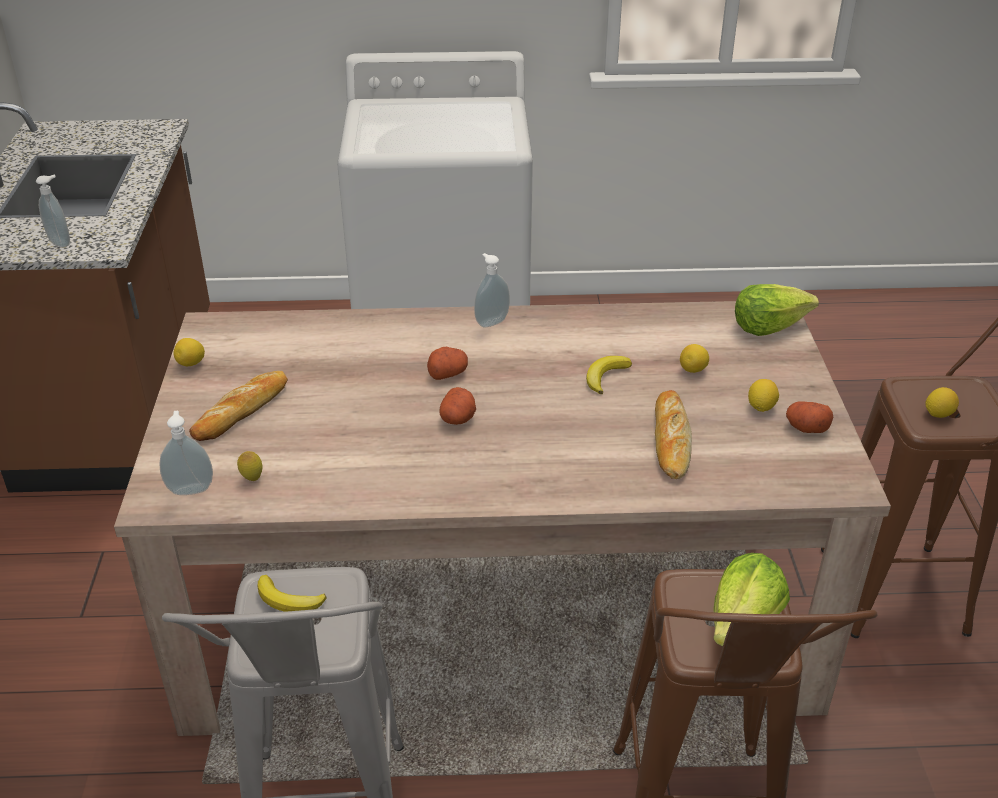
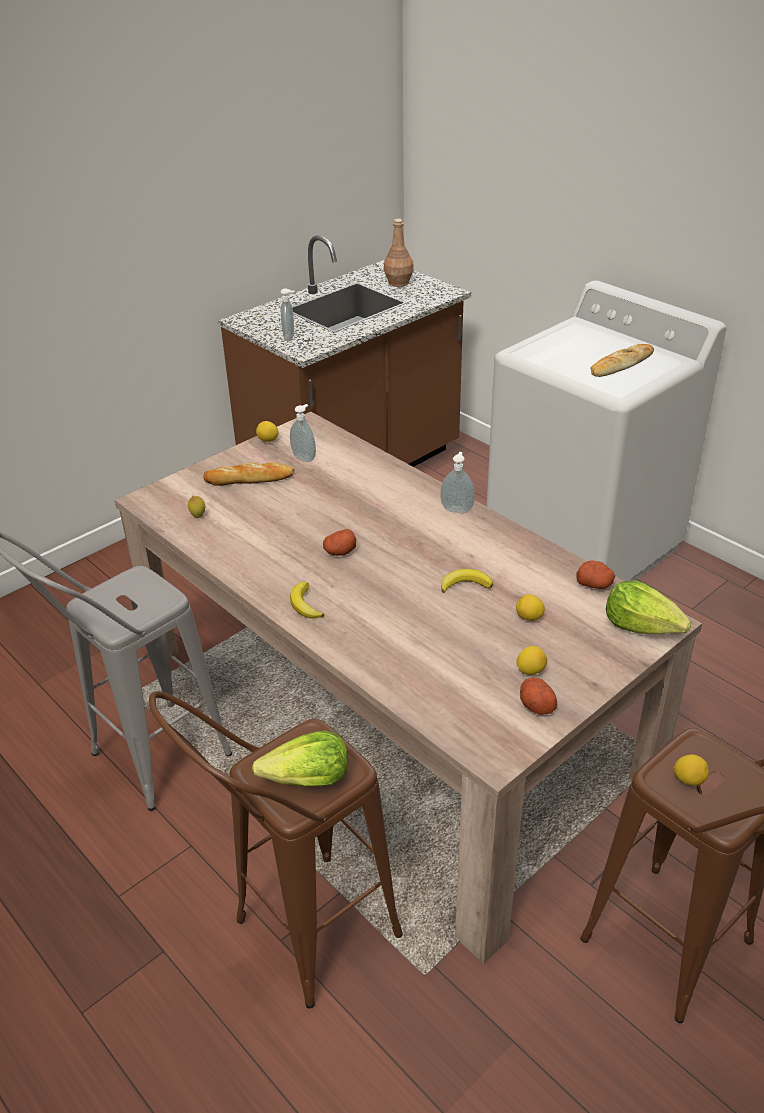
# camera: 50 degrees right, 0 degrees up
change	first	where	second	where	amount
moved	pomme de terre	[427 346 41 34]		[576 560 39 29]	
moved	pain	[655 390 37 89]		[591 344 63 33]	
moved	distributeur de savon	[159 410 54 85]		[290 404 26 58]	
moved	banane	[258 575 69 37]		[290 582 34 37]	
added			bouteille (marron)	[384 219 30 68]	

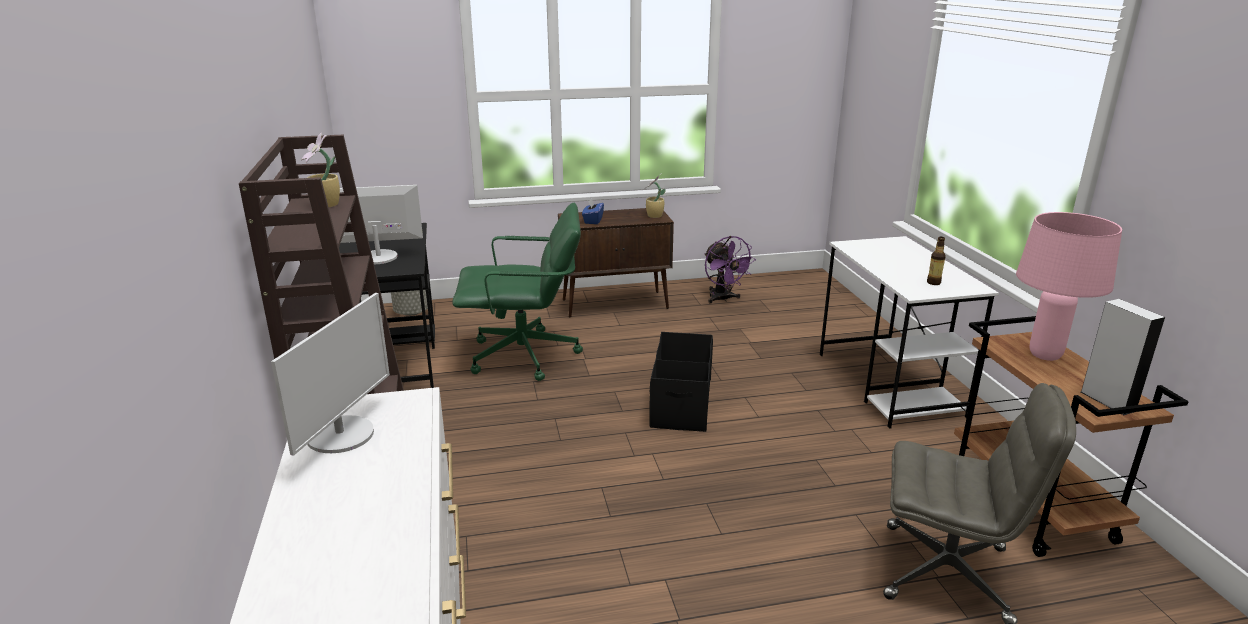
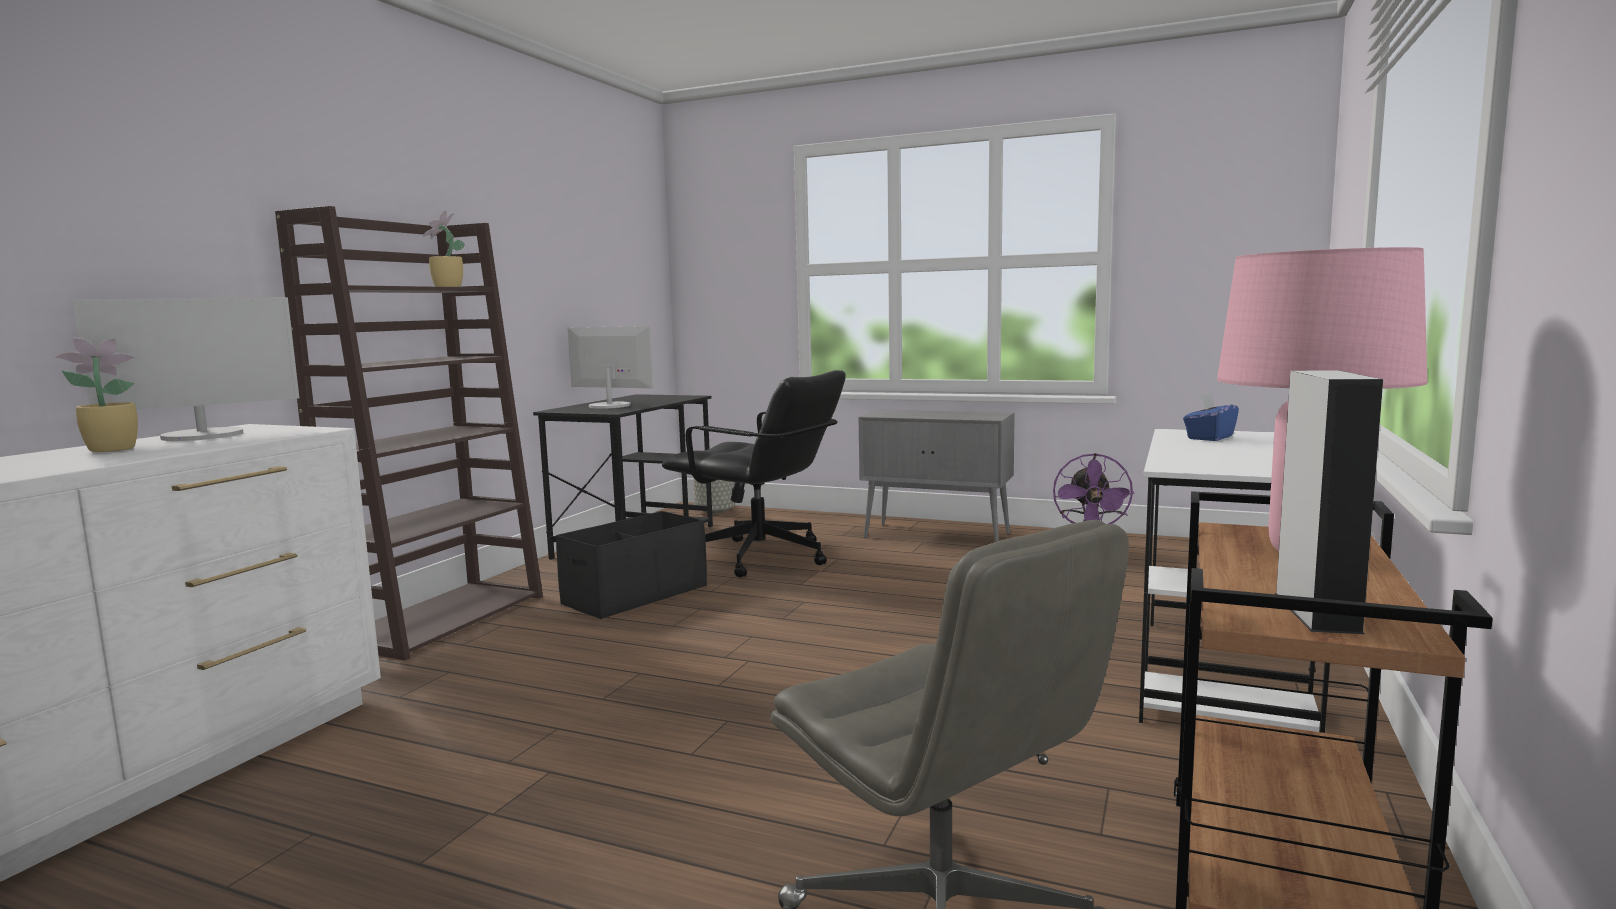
# camera: 35 degrees right, 15 degrees down
change	first	where	second	where	amount
moved	plante en pot	[644 173 22 45]		[55 338 83 114]	
moved	boîte à mouchoirs (bleu)	[582 198 22 26]		[1183 393 56 48]	
recoloured	chaise de bureau (vert)	[452 203 131 178]	chaise de bureau (noir)	[662 370 184 207]	
recoloured	meuble de rangement (marron)	[558 208 116 110]	meuble de rangement (gris)	[859 410 156 132]	
removed	bouteille	[927 237 19 48]			
moved	boîte de rangement (noir)	[650 332 63 100]		[556 511 151 108]	

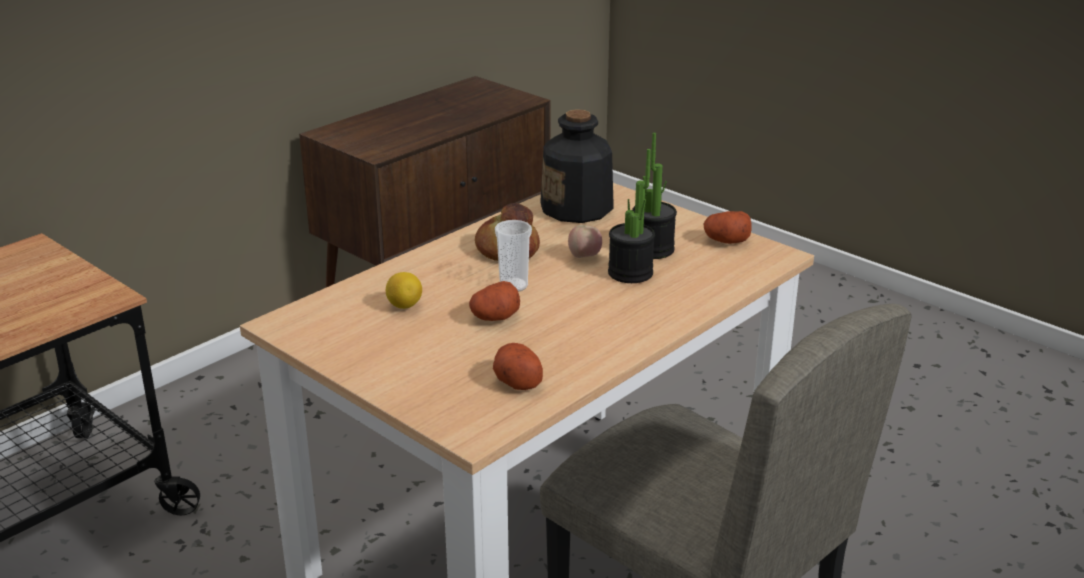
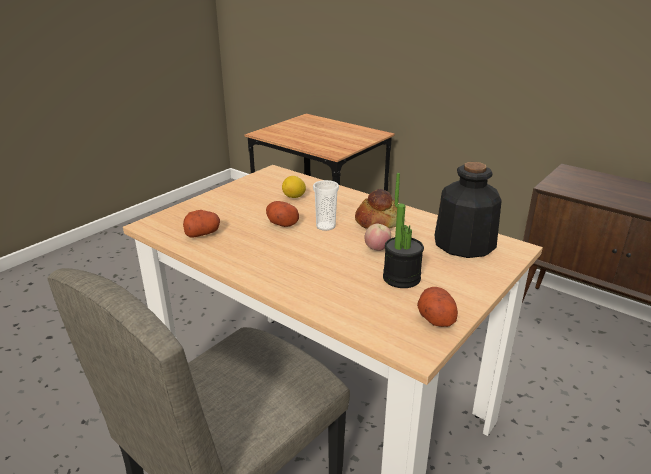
# camera: 85 degrees right, 0 degrees up
change	first	where	second	where	amount
removed	plante en pot	[608 149 47 134]			

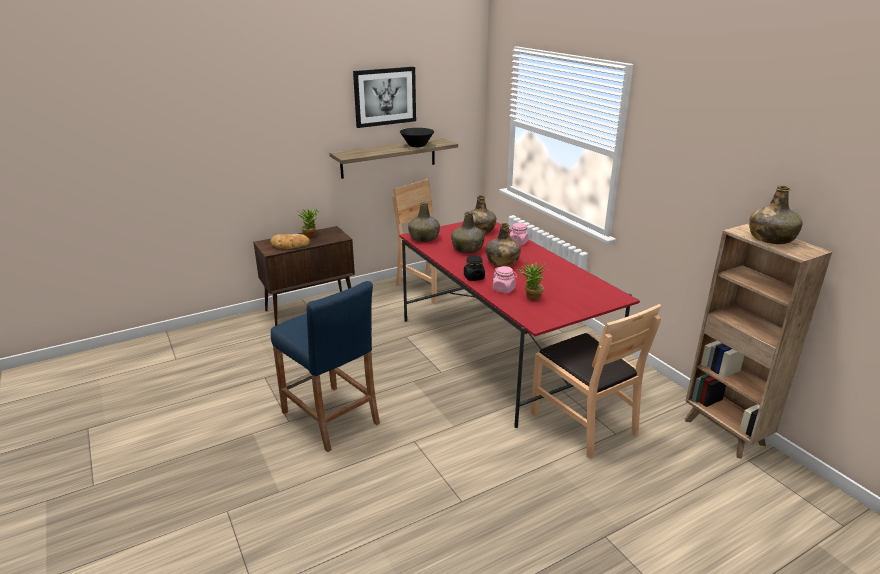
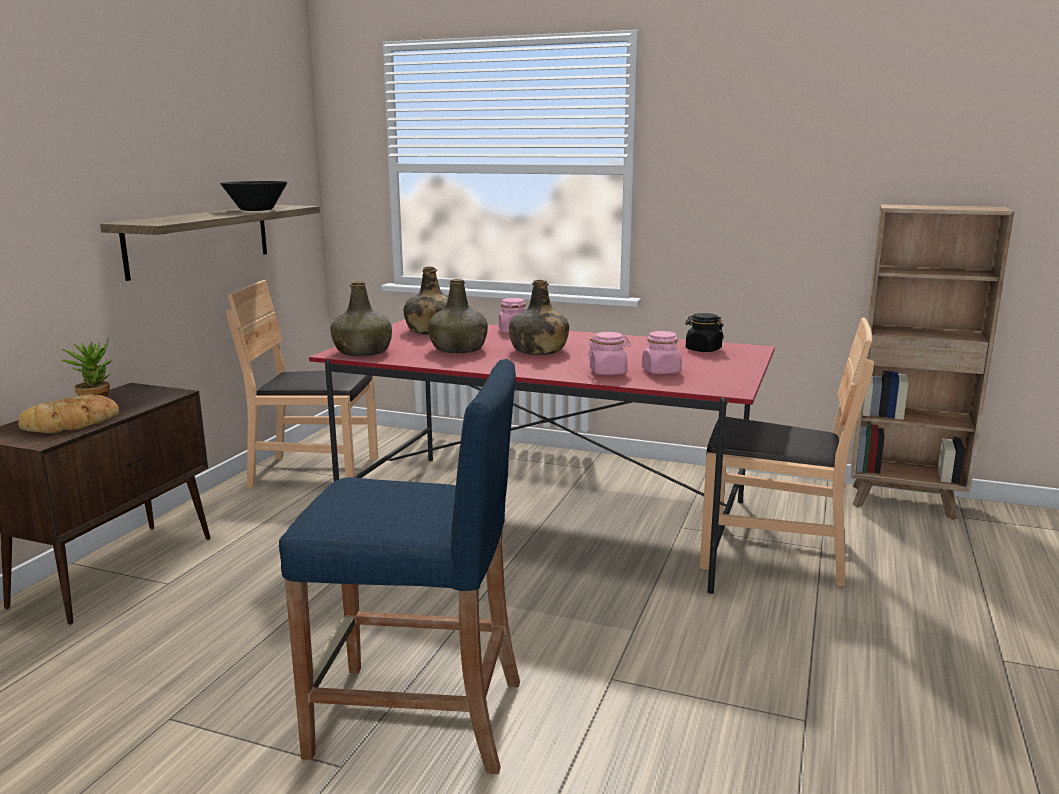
# camera: 40 degrees left, 10 degrees down
change	first	where	second	where	amount
removed	tableau	[353 67 63 61]			
removed	bouteille (vert)	[749 186 54 58]			
moved	bocal (noir)	[464 255 21 26]		[685 313 39 39]	
replaced	plante en pot	[518 260 29 41]	bocal (rose)	[642 331 40 43]	

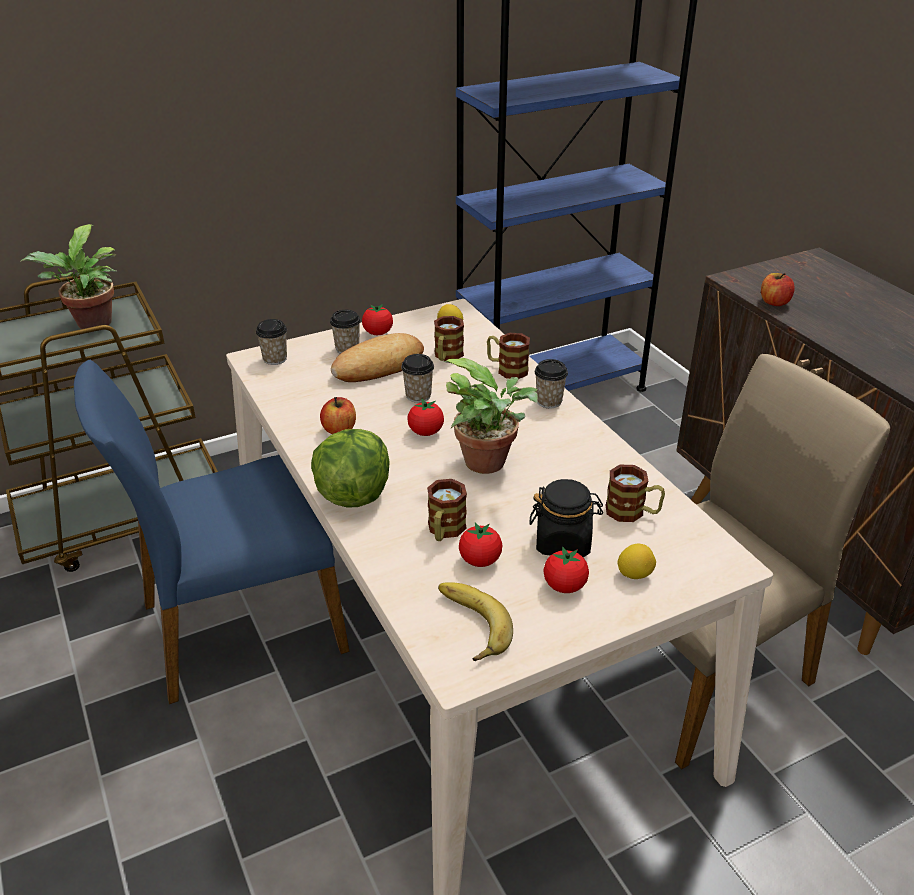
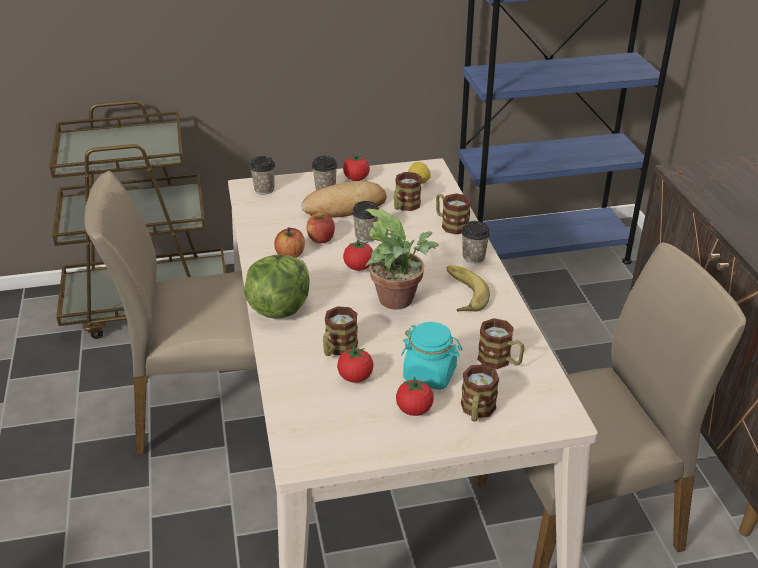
# camera: 15 degrees right, 0 degrees up
change	first	where	second	where	amount
removed	plante en pot	[20 224 98 105]			
moved	pomme	[761 273 34 33]		[306 213 29 30]	
recoloured	chaise (bleu)	[74 360 276 344]	chaise (beige)	[85 171 172 284]	
recoloured	bocal (noir)	[529 479 74 78]	bocal (turquoise)	[401 322 61 68]	
replaced	citron	[617 544 39 35]	mug	[461 364 38 58]	
moved	banane	[438 582 75 79]		[446 265 44 47]	

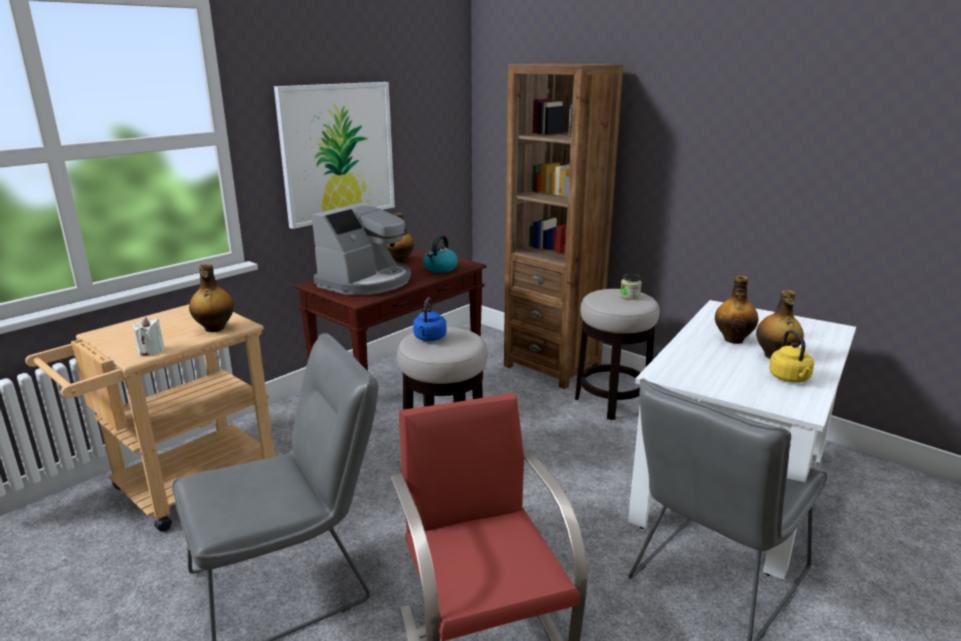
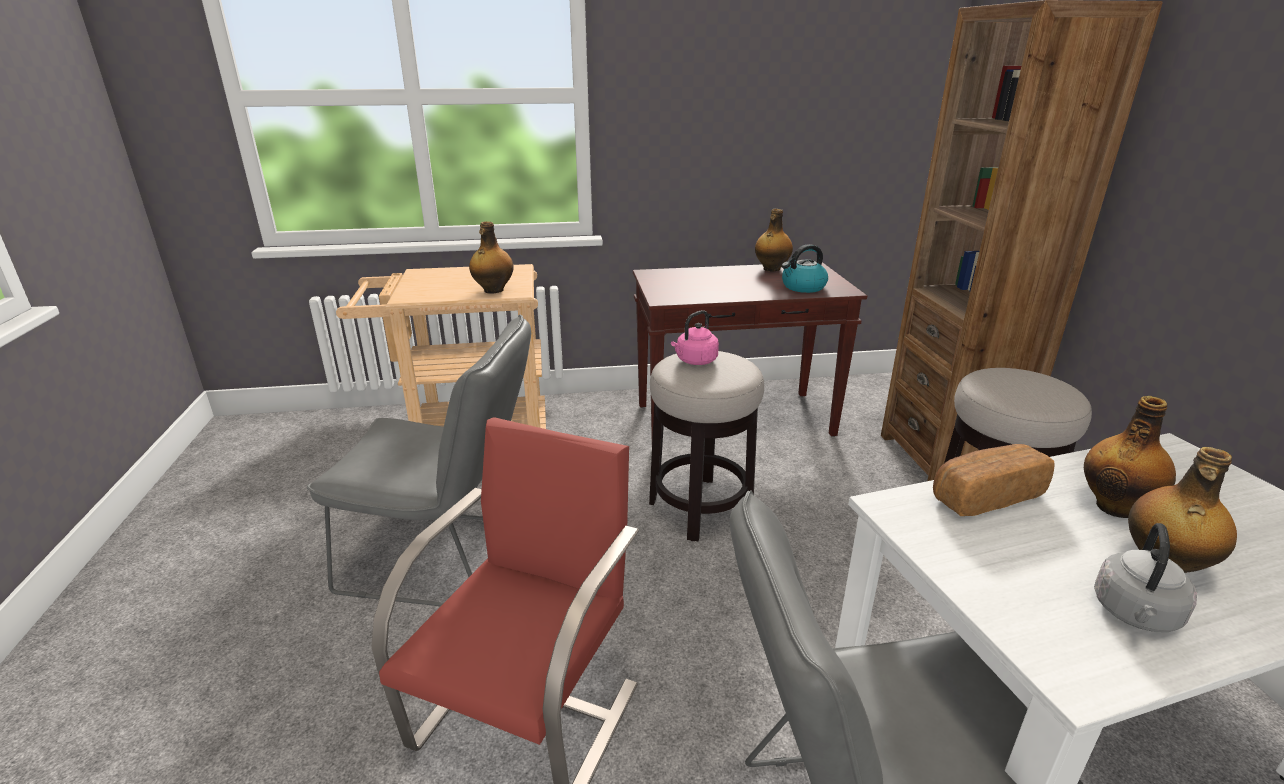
# camera: 40 degrees right, 5 degrees up
change	first	where	second	where	amount
removed	tableau	[274 82 121 147]			
removed	machine à café	[312 202 99 93]			
removed	bocal	[620 274 22 26]			
recoloured	bouilloire (bleu)	[413 297 33 44]	bouilloire (rose)	[671 310 48 55]	
removed	bougie (blanc)	[133 317 32 39]			
recoloured	bouilloire (jaune)	[769 330 45 53]	bouilloire (gris)	[1094 523 103 109]	
added			pain	[933 444 122 72]	

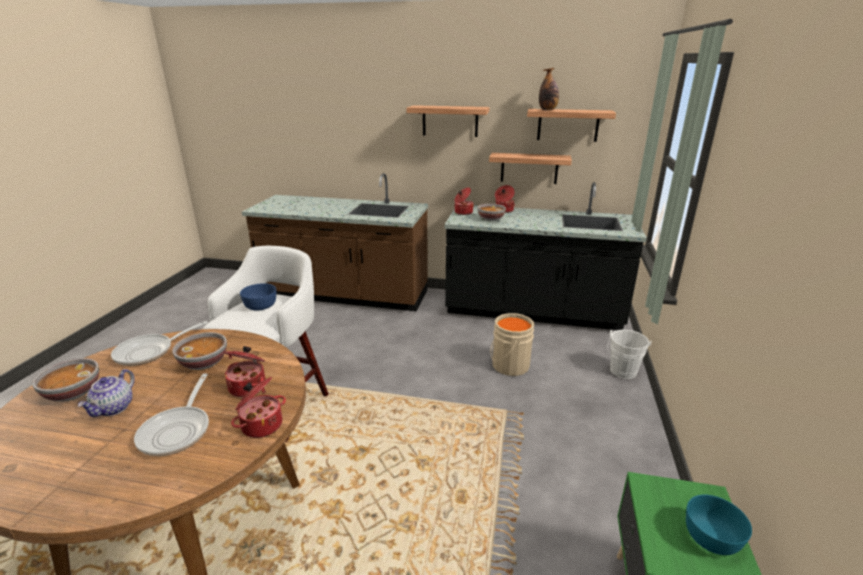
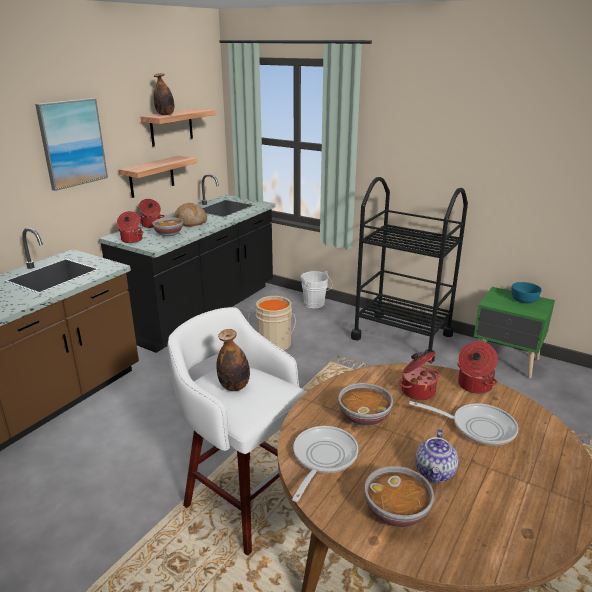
# camera: 70 degrees left, 0 degrees up
change	first	where	second	where	amount
replaced	étagère	[406 105 84 32]	tableau	[35 98 73 93]	
replaced	bol (bleu)	[240 283 36 27]	bouteille	[216 329 34 62]	
turned	poêle	[111 321 97 45]		[292 426 66 76]	135 degrees counterclockwise
turned	théière	[78 369 57 48]		[415 429 43 54]	75 degrees clockwise
added			chariot (noir)	[351 177 117 185]	
added			pain	[174 203 33 24]	

